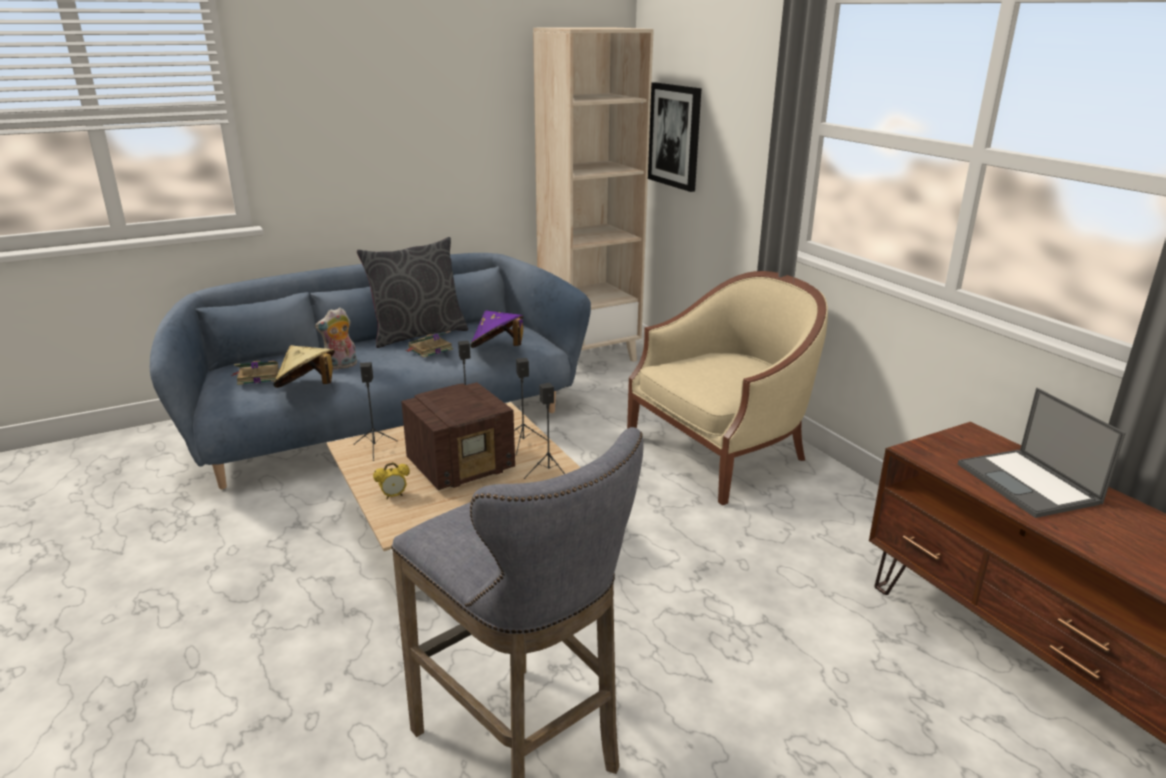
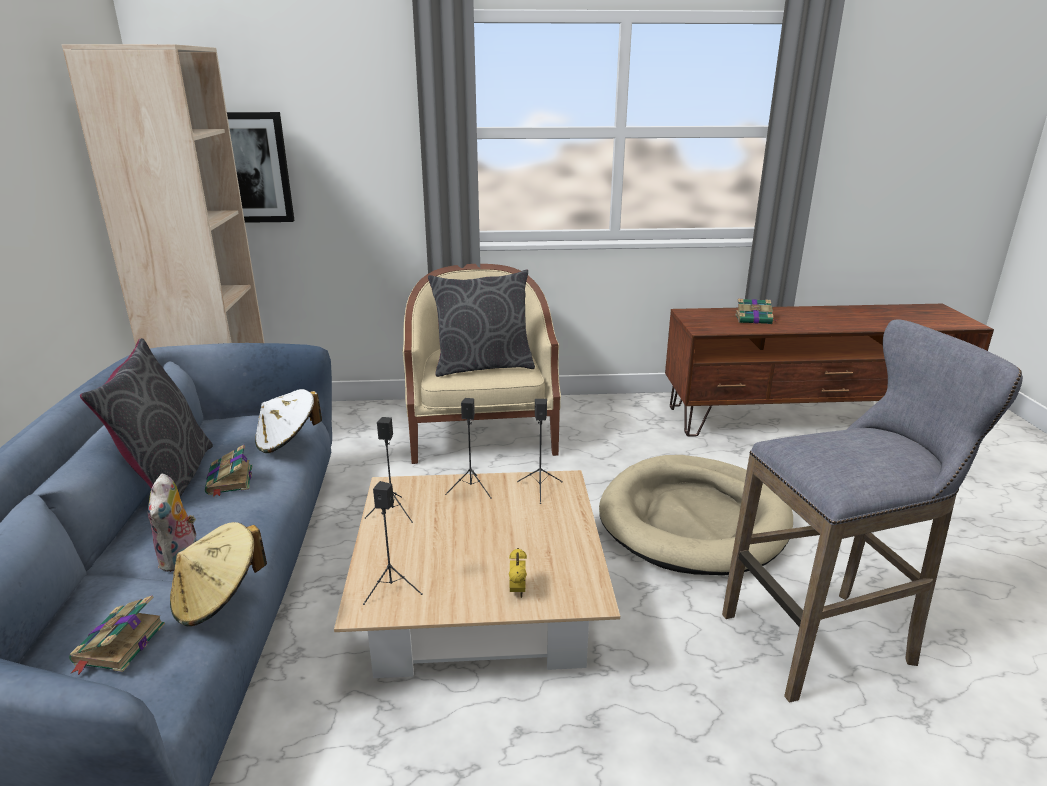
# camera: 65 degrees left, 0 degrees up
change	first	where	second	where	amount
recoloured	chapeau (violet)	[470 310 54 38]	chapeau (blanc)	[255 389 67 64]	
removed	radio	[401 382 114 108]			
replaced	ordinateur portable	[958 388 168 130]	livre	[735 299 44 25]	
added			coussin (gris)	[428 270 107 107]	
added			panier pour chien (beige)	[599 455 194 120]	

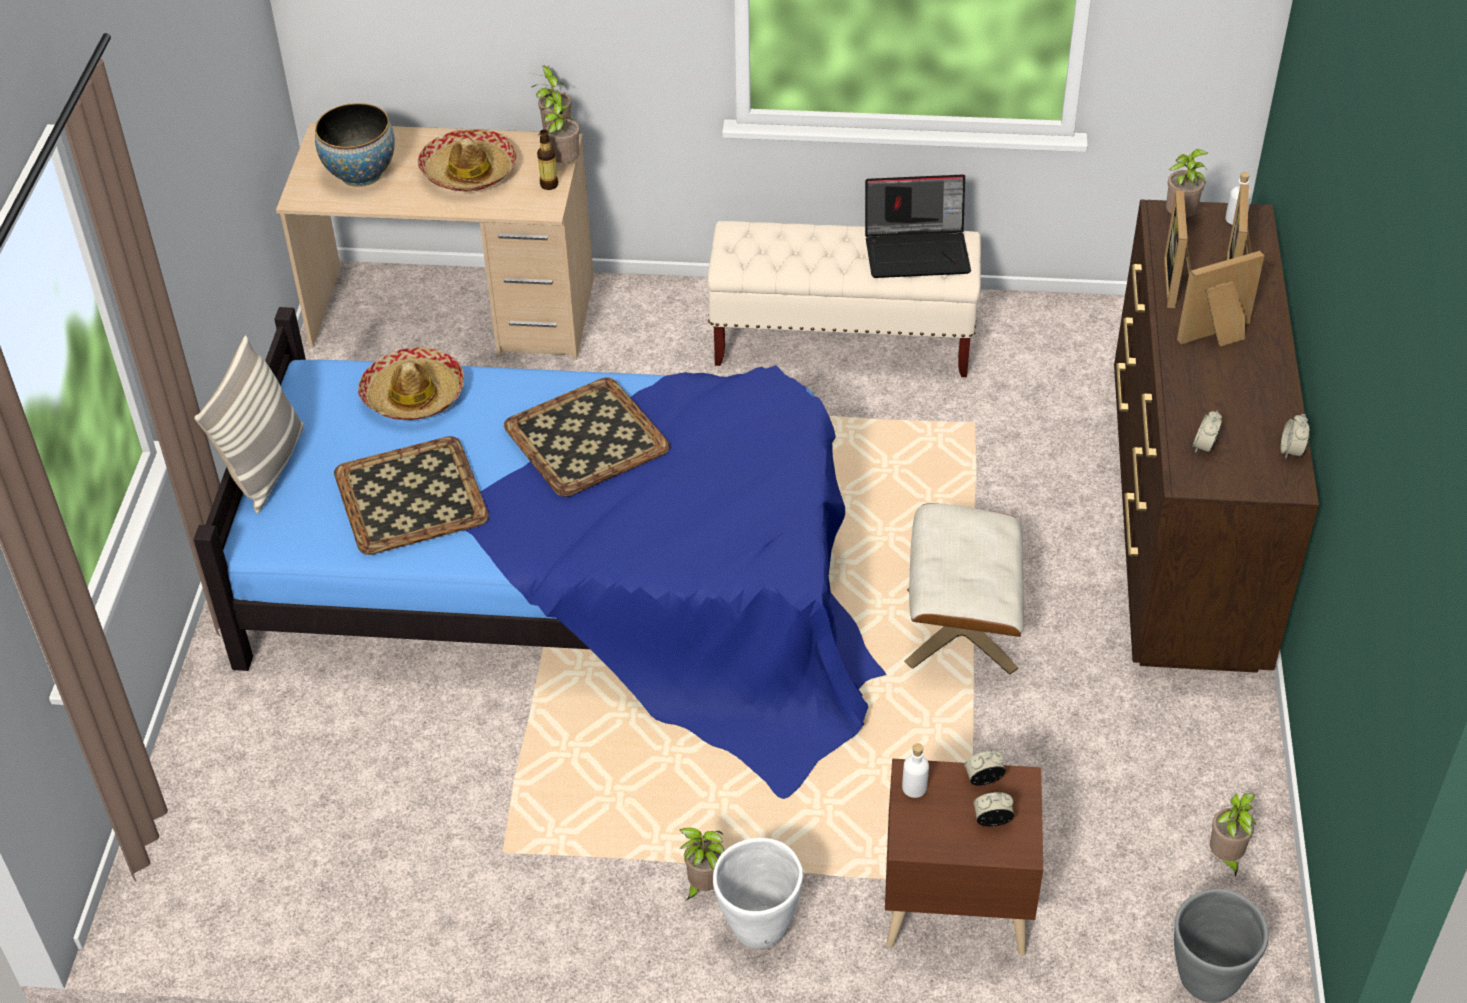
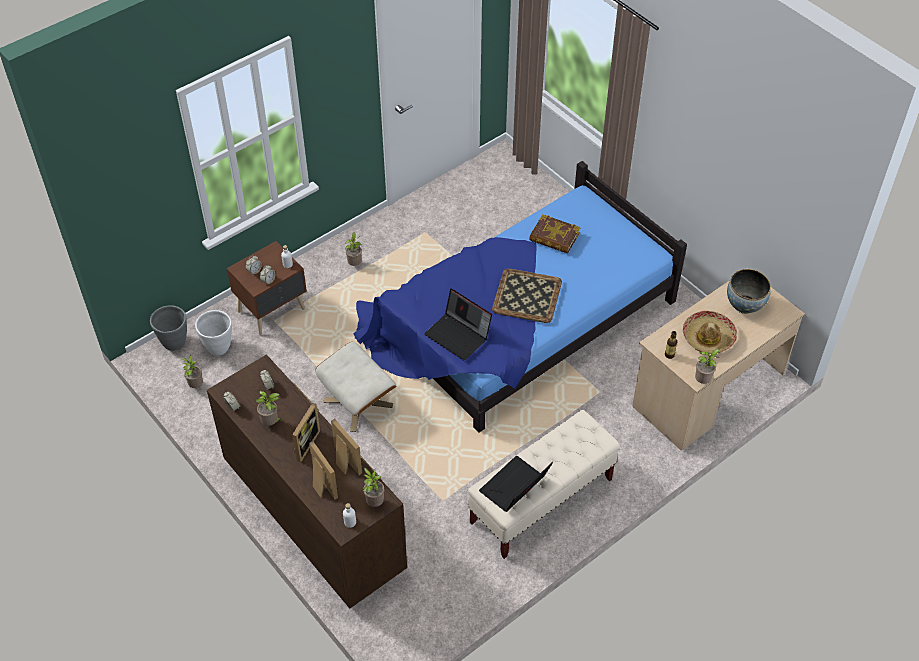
# camera: 135 degrees right, 5 degrees up
change	first	where	second	where	amount
moved	plante en pot	[541 91 39 72]		[256 391 26 35]	
removed	coussin	[194 335 110 178]			
removed	chapeau	[358 347 106 73]			
replaced	plateau	[334 436 155 119]	livre	[529 214 52 40]	
moved	cache-pot (blanc)	[713 838 90 111]		[195 310 37 46]	
added			ordinateur portable	[424 288 68 72]	

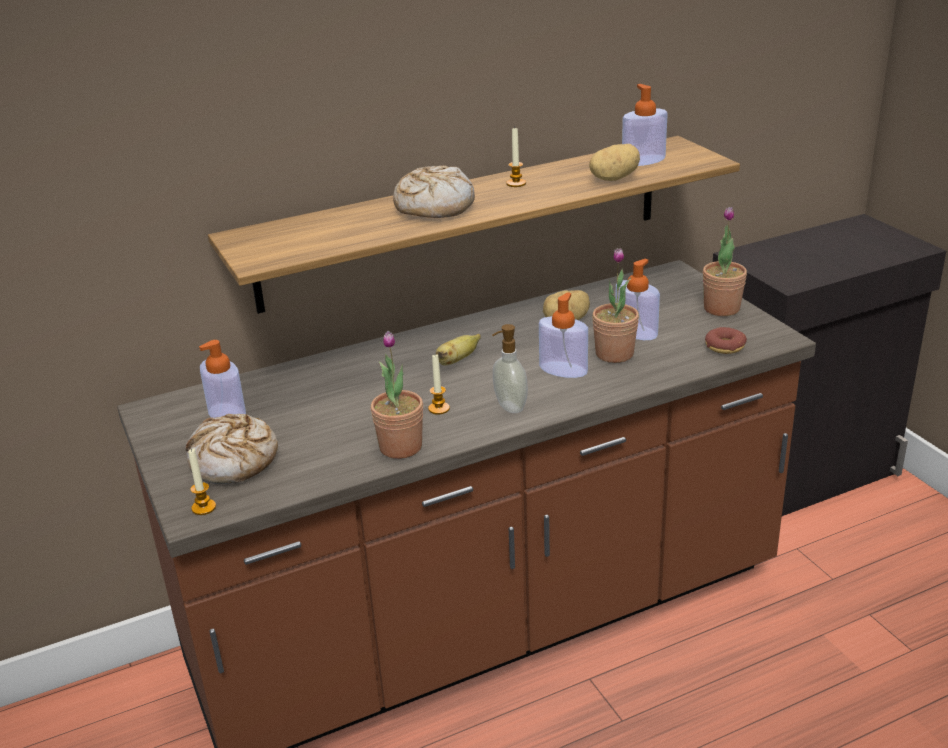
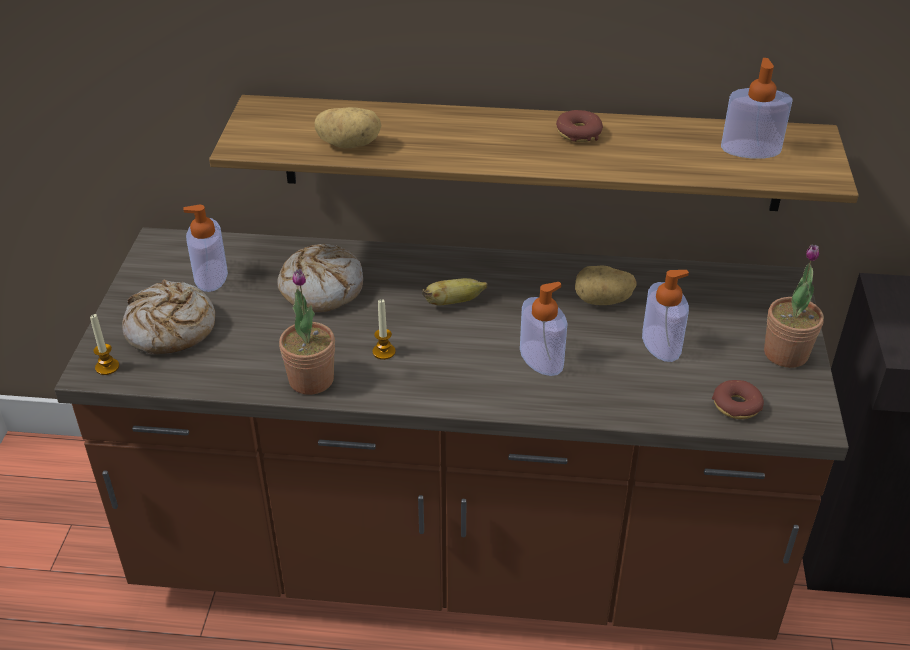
# camera: 30 degrees right, 10 degrees up
change	first	where	second	where	amount
replaced	bougie	[506 127 20 60]	beignet	[556 110 47 32]	
moved	pomme de terre	[589 144 51 37]		[315 107 66 41]	
moved	pain	[393 166 82 52]		[277 244 86 68]	
removed	plante en pot	[592 248 47 115]			
removed	distributeur de savon	[492 324 36 89]			

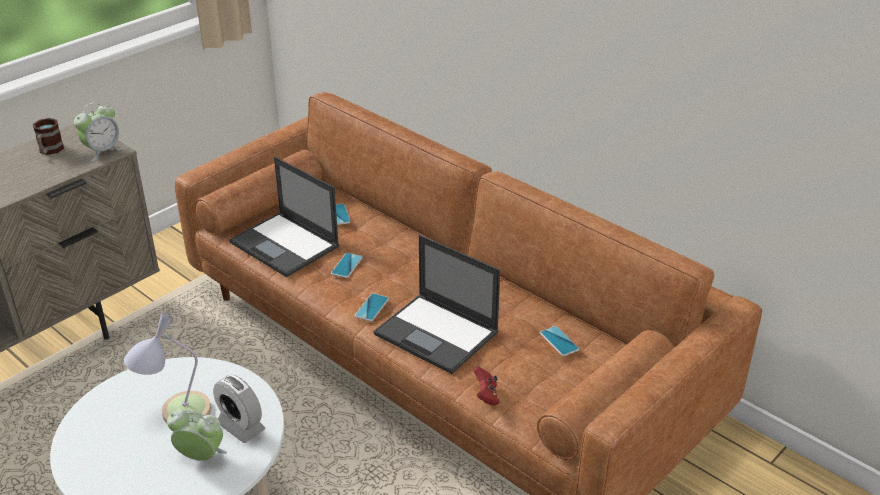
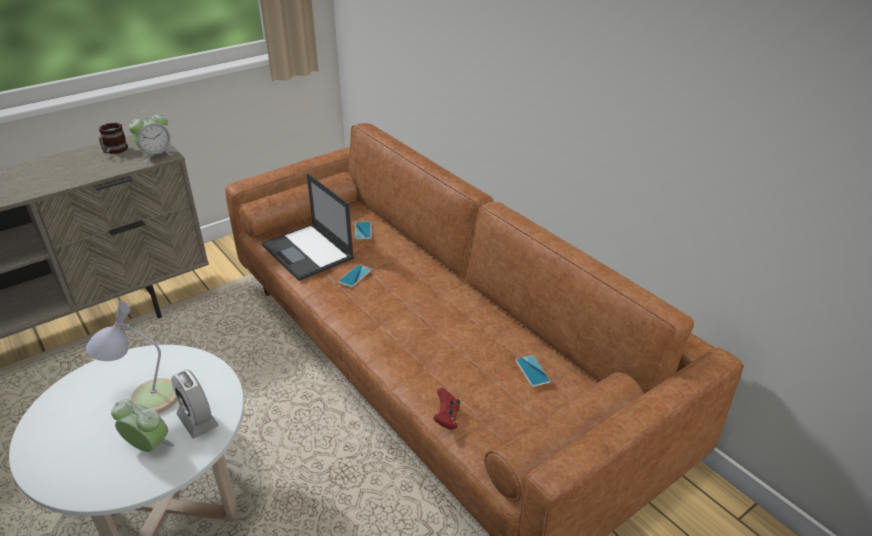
# camera: 10 degrees right, 0 degrees up
change	first	where	second	where	amount
removed	ordinateur portable	[374 235 126 139]			
removed	téléphone	[355 293 34 28]			

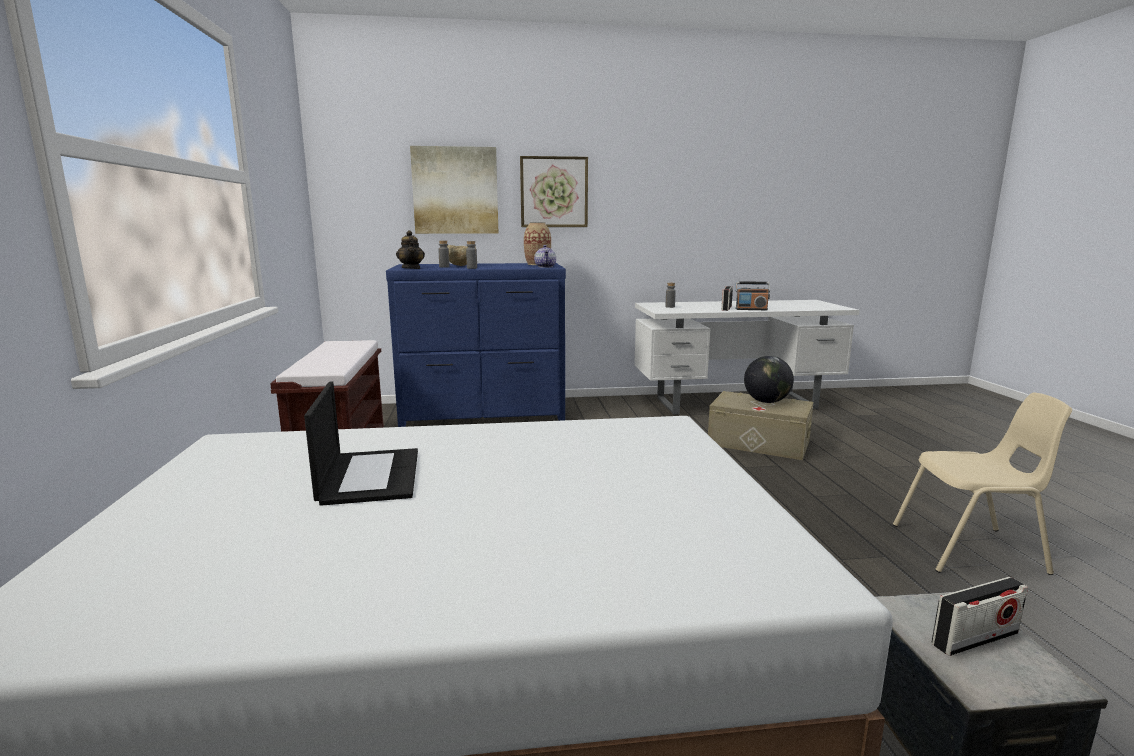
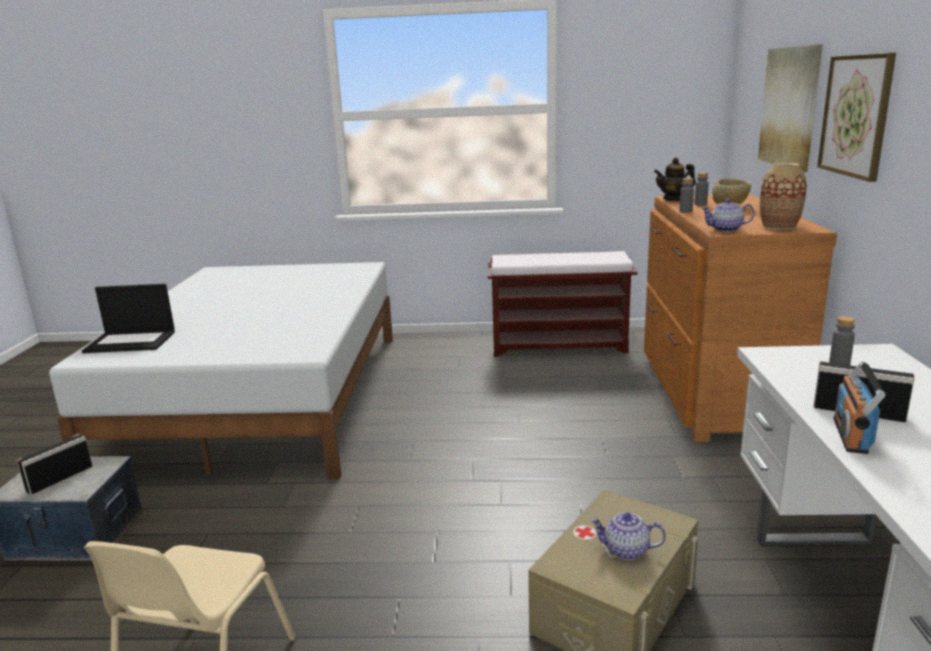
# camera: 100 degrees right, 5 degrees up
change	first	where	second	where	amount
recoloured	commode (bleu)	[386 263 180 164]	commode (marron)	[644 193 193 249]	
replaced	globe	[744 356 50 47]	théière	[590 512 76 48]	
moved	ordinateur portable	[304 381 114 125]		[82 284 93 69]	
turned	radio	[931 577 97 79]		[17 434 75 61]	45 degrees clockwise

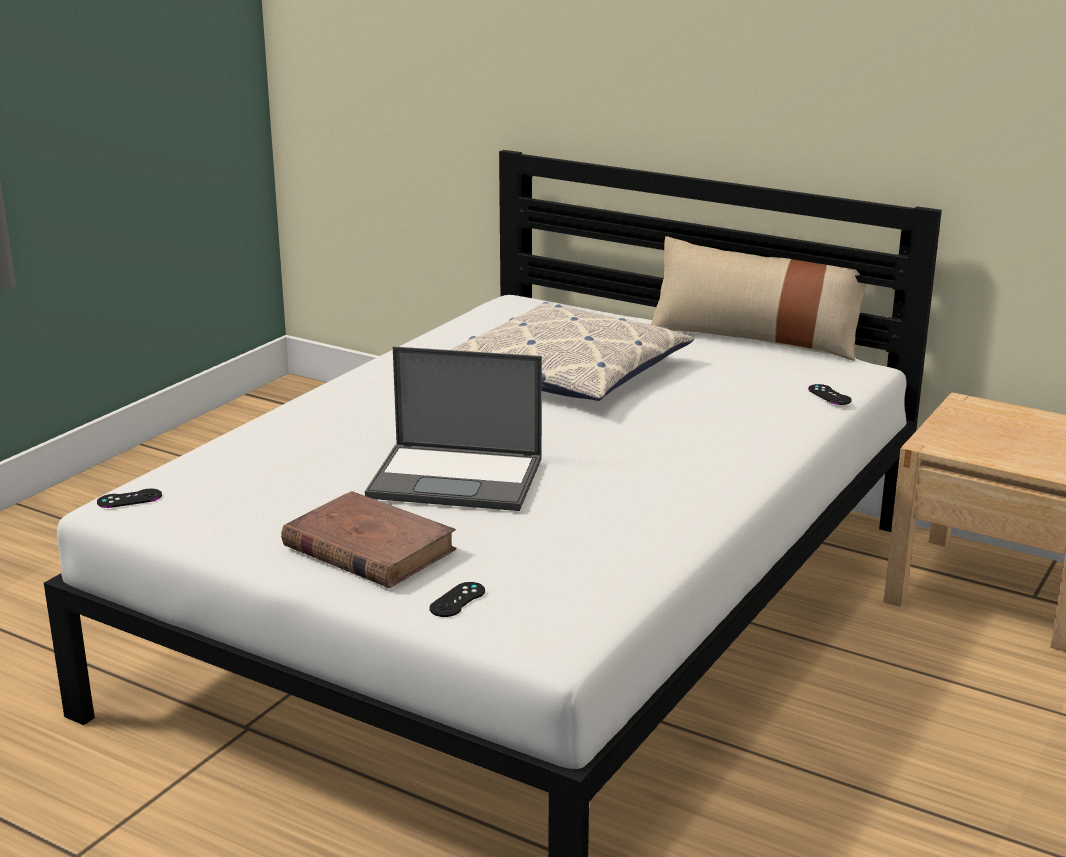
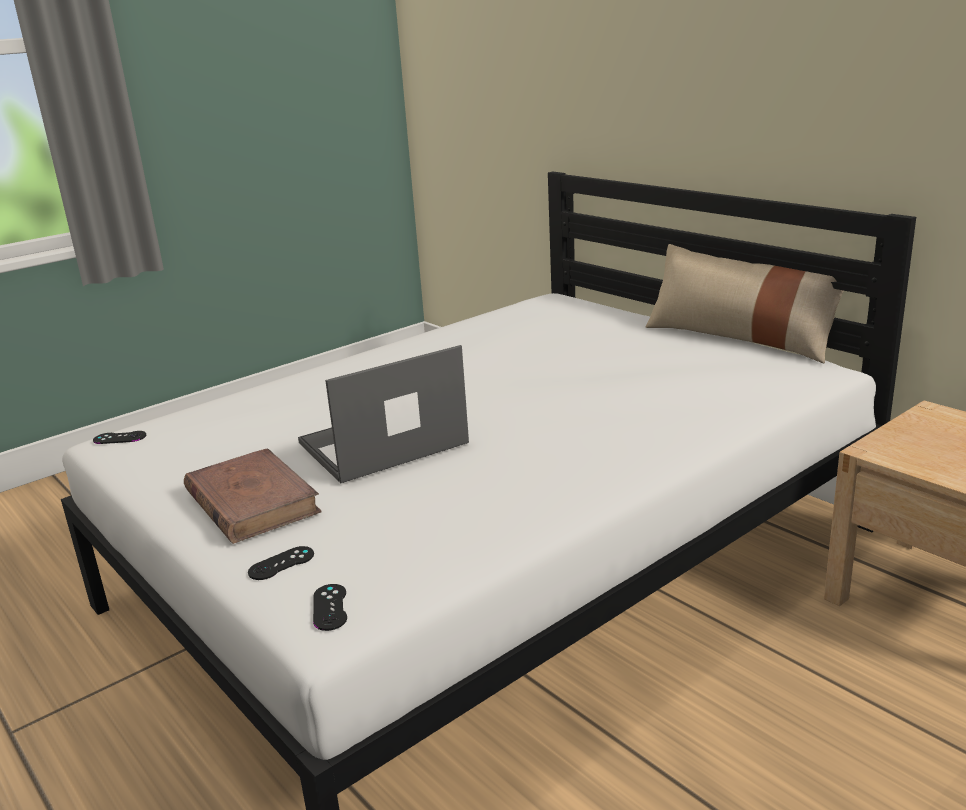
# camera: 20 degrees right, 0 degrees up
change	first	where	second	where	amount
removed	coussin	[451 302 243 99]			
turned	ordinateur portable	[365 346 177 165]		[298 345 171 139]	120 degrees clockwise
moved	manette (noir)	[808 384 44 21]		[313 584 34 47]	

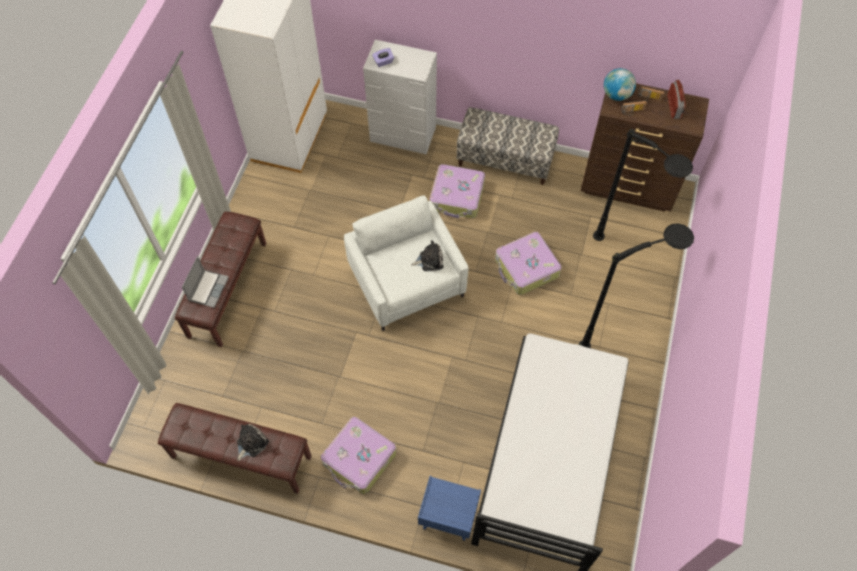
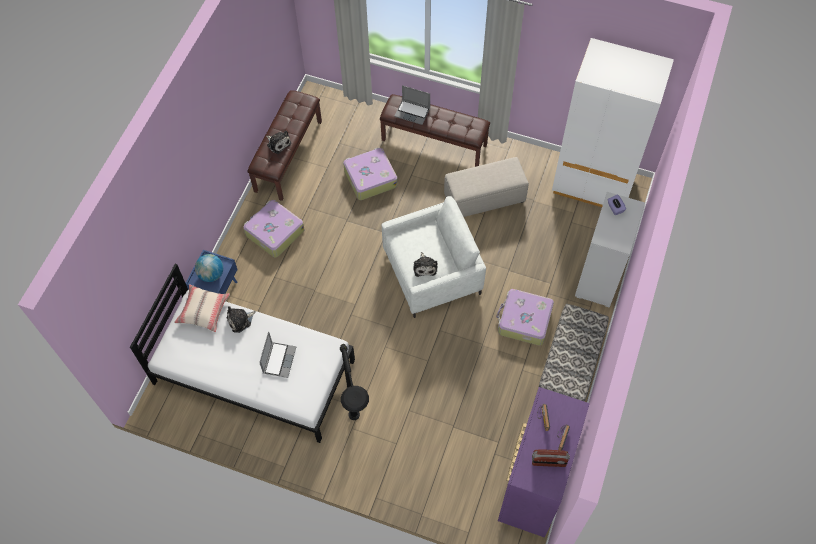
# camera: 95 degrees right, 0 degrees up
change	first	where	second	where	amount
moved	globe	[604 68 32 33]		[195 254 28 28]	
recoloured	commode (marron)	[580 83 129 129]	commode (violet)	[498 387 92 151]	
removed	lampadaire (noir)	[593 129 100 112]			
moved	valise	[495 232 67 63]		[343 148 55 52]	
added			pouf (beige)	[444 157 85 60]	
added			coussin (beige)	[174 284 56 48]	
added			peluche	[226 306 30 27]	
added			ordinateur portable	[259 331 37 47]	

